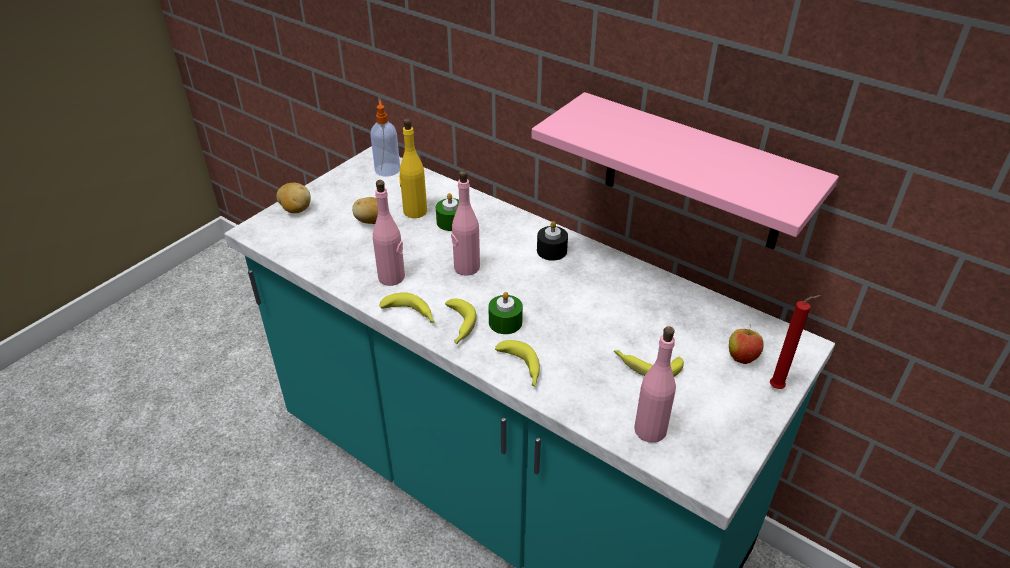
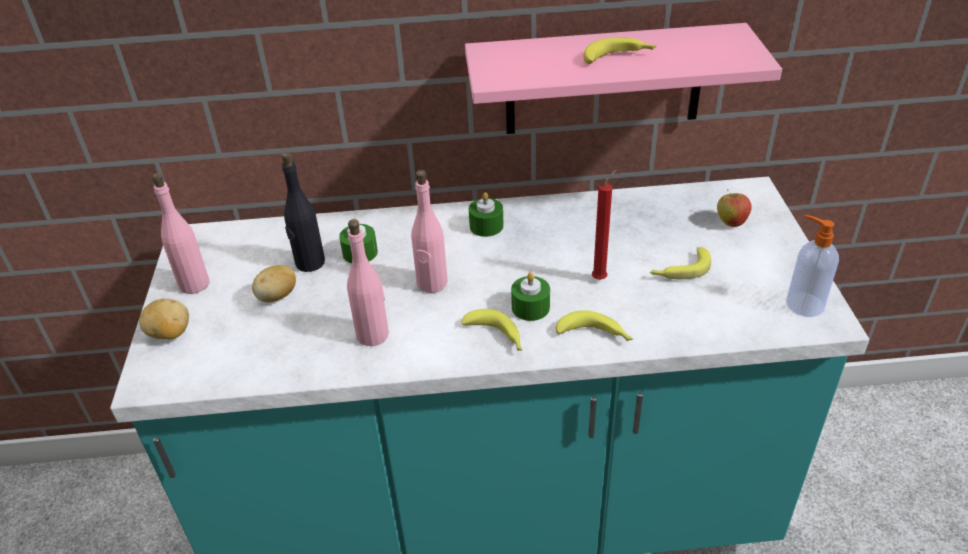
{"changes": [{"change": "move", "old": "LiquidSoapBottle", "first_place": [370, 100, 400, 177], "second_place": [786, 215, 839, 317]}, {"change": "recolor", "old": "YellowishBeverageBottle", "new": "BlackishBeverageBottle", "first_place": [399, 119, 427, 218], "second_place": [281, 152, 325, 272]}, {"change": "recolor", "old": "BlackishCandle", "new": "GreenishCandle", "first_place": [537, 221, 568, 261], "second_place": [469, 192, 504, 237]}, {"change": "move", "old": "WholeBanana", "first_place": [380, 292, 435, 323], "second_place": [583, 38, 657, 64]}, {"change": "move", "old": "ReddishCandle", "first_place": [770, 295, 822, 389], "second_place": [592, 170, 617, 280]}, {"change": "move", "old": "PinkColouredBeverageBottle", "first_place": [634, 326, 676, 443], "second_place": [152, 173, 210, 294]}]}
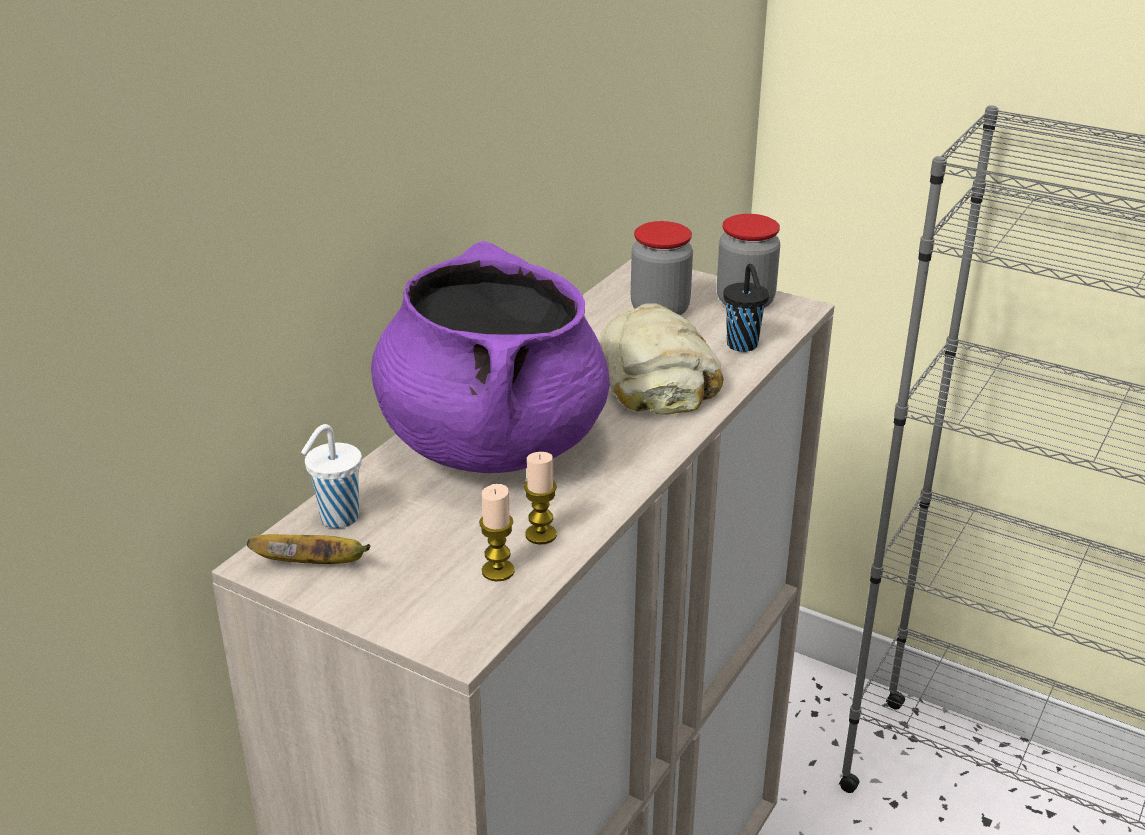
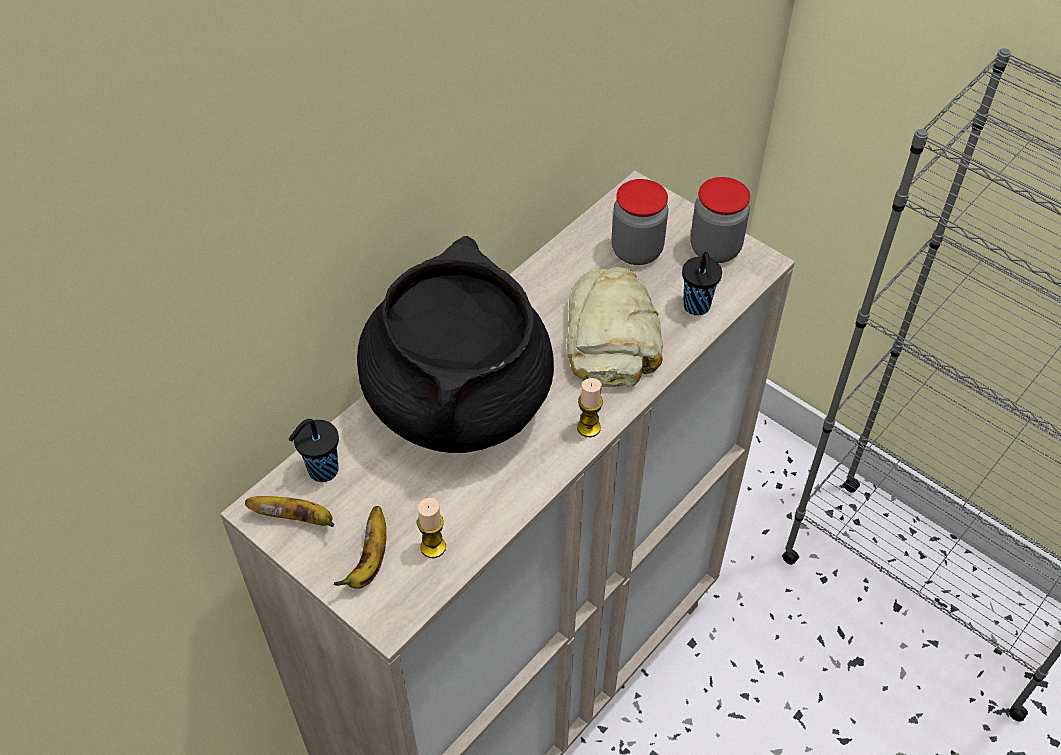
{"changes": [{"change": "recolor", "old": "PurpleColouredSaucepot", "new": "BlackishSaucepot", "first_place": [371, 241, 610, 473], "second_place": [357, 236, 554, 453]}, {"change": "recolor", "old": "WhiteDrinkingCup", "new": "BlackishDrinkingCup", "first_place": [301, 424, 362, 528], "second_place": [289, 419, 339, 482]}, {"change": "move", "old": "Candle", "first_place": [524, 452, 557, 545], "second_place": [577, 378, 603, 437]}, {"change": "insert", "new": "WholeBanana", "second_place": [333, 506, 386, 589]}]}
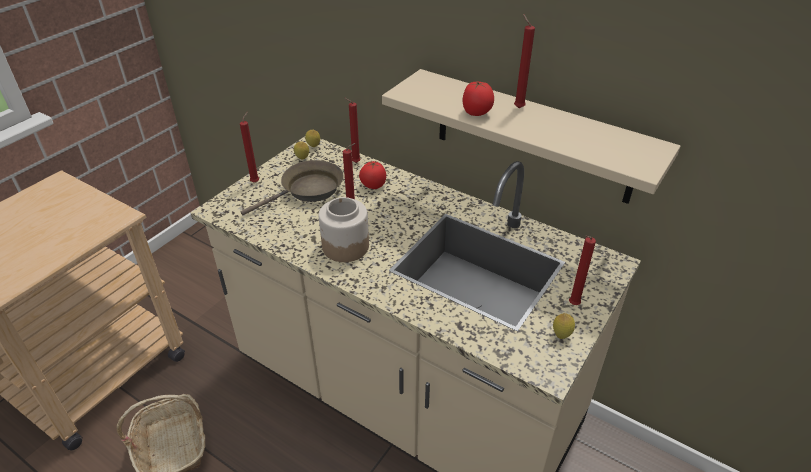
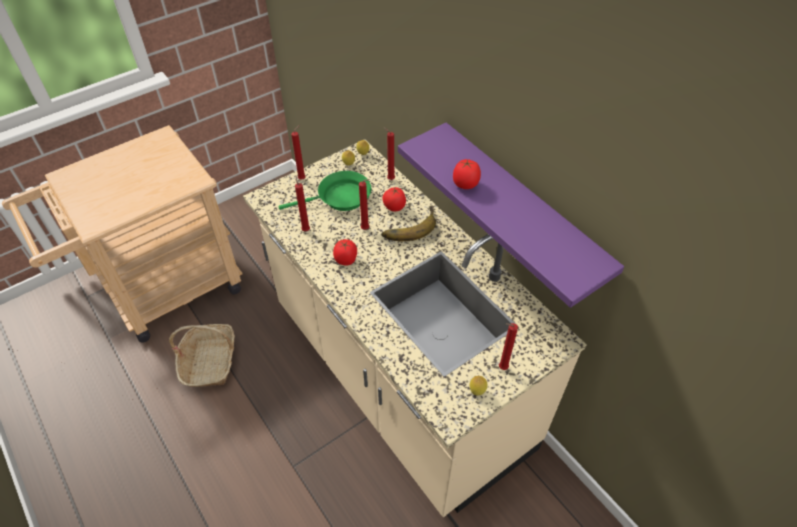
{"changes": [{"change": "move", "old": "ReddishCandle", "first_place": [514, 14, 535, 108], "second_place": [295, 175, 310, 231]}, {"change": "recolor", "old": "BeigeBracketShelf", "new": "PurpleColouredBracketShelf", "first_place": [382, 69, 681, 204], "second_place": [398, 122, 624, 308]}, {"change": "recolor", "old": "BrownishSkillet", "new": "GreenishSkillet", "first_place": [240, 160, 344, 216], "second_place": [278, 171, 371, 211]}, {"change": "replace", "old": "Jar", "new": "WholeTomato", "first_place": [319, 197, 369, 262], "second_place": [333, 239, 357, 266]}, {"change": "insert", "new": "WholeBanana", "second_place": [381, 206, 436, 241]}]}
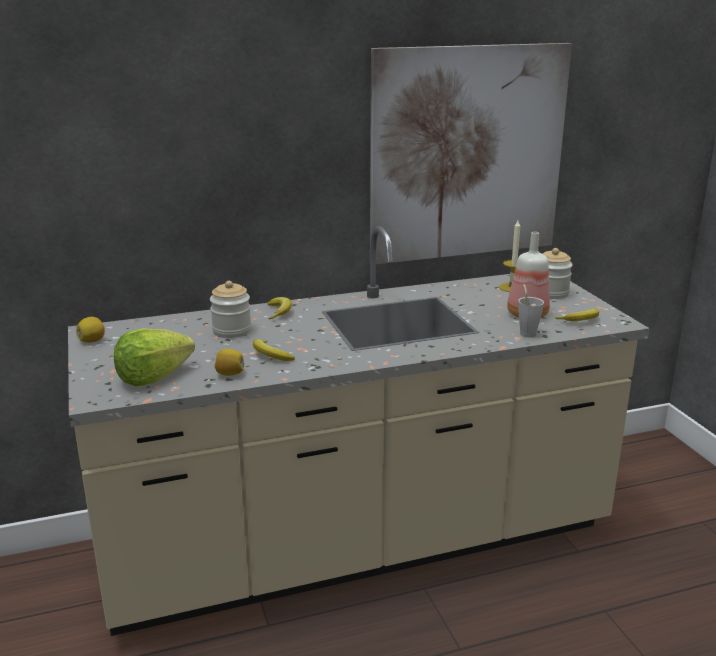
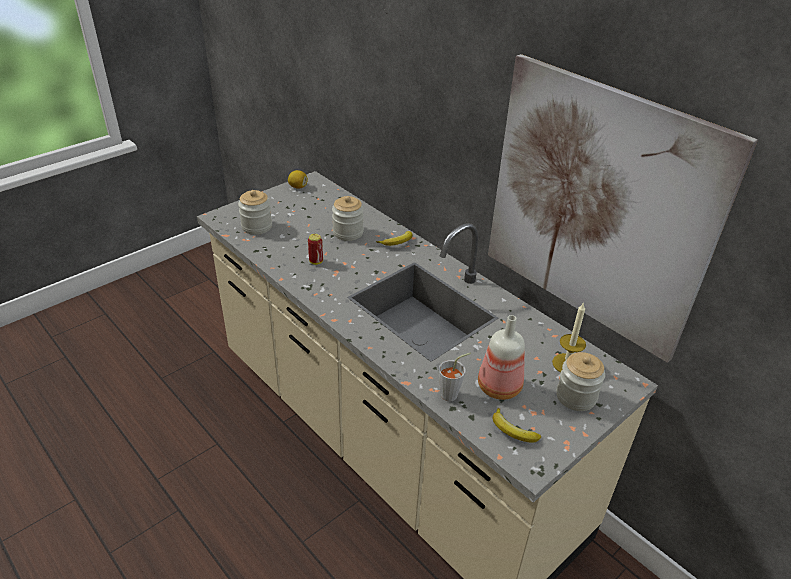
{"changes": [{"change": "replace", "old": "HeadOfLettuce", "new": "Jar", "first_place": [114, 328, 195, 386], "second_place": [238, 190, 272, 235]}, {"change": "replace", "old": "WholeBanana", "new": "SealedCan", "first_place": [253, 339, 295, 361], "second_place": [308, 234, 323, 265]}, {"change": "delete", "old": "CitrusFruit", "first_place": [215, 349, 244, 376]}]}
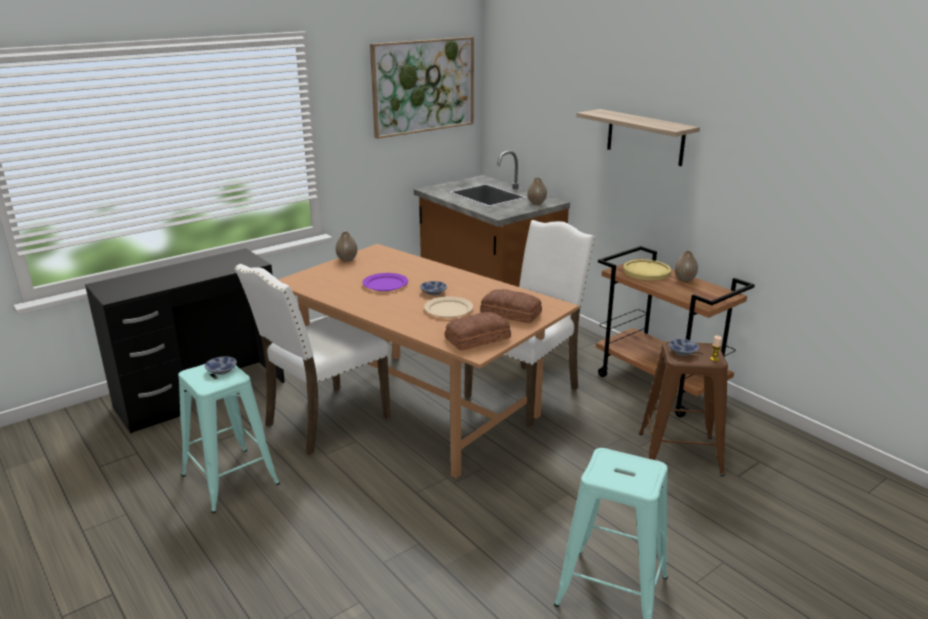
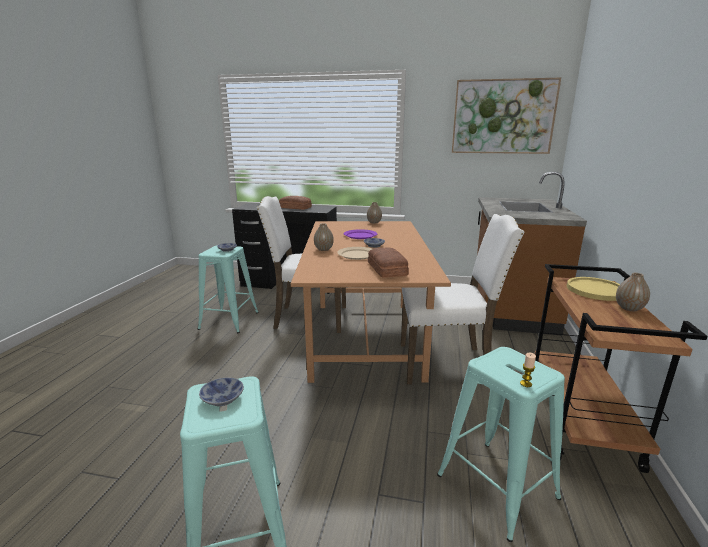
{"changes": [{"change": "delete", "old": "BracketShelf", "first_place": [576, 109, 700, 166]}, {"change": "move", "old": "Vase", "first_place": [527, 177, 547, 205], "second_place": [314, 223, 334, 251]}, {"change": "move", "old": "BakedBread", "first_place": [445, 312, 511, 351], "second_place": [279, 196, 312, 210]}, {"change": "move", "old": "Bowl", "first_place": [669, 339, 699, 356], "second_place": [199, 378, 244, 406]}, {"change": "recolor", "old": "BrownishSittingStool", "new": "TurquoiseColouredSittingStool", "first_place": [639, 341, 728, 476], "second_place": [437, 347, 565, 542]}]}
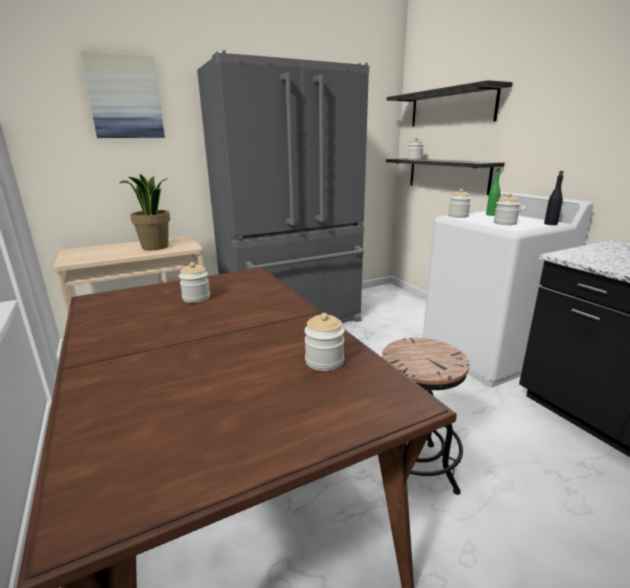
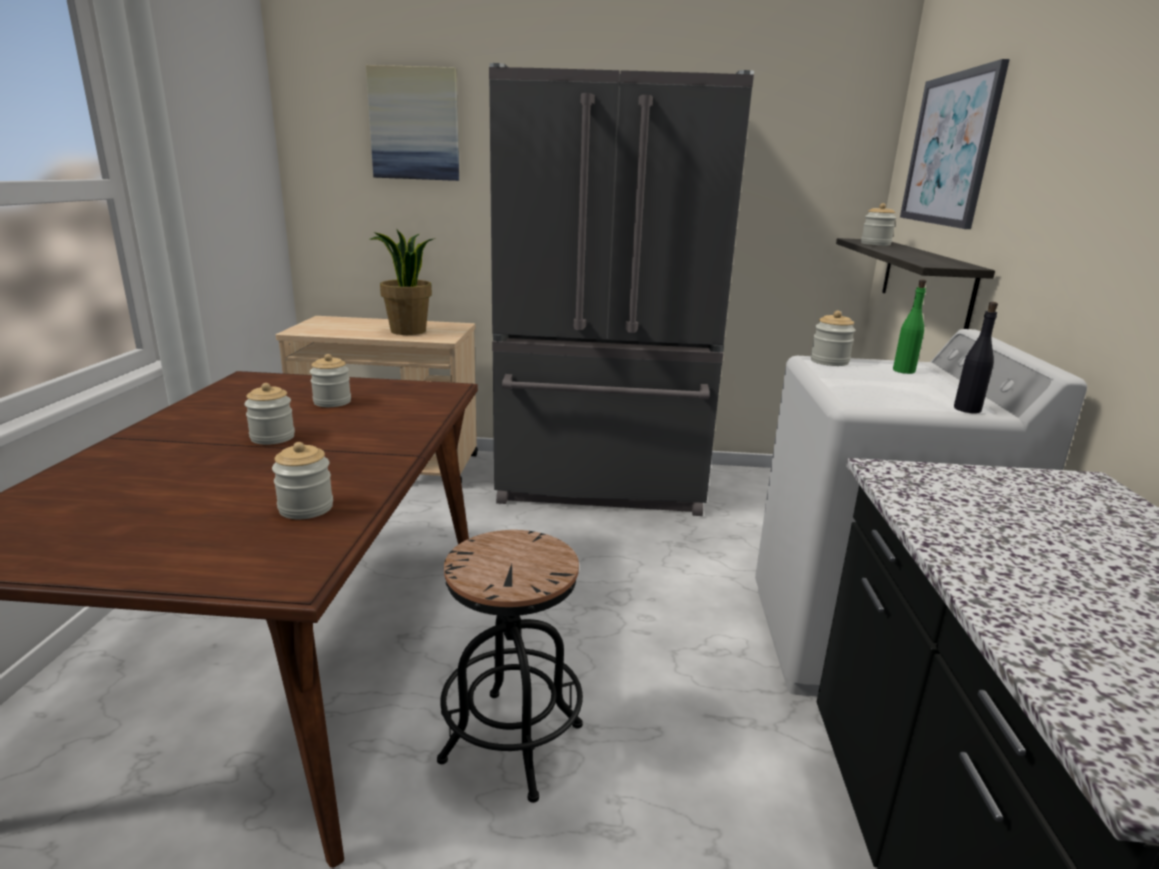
{"changes": [{"change": "replace", "old": "BracketShelf", "new": "Picture", "first_place": [387, 80, 513, 126], "second_place": [900, 59, 1010, 229]}, {"change": "move", "old": "Jar", "first_place": [494, 193, 520, 225], "second_place": [244, 383, 295, 445]}]}
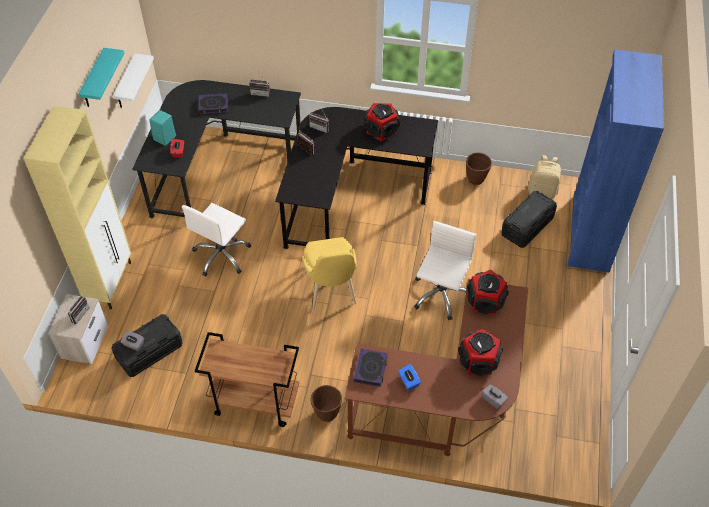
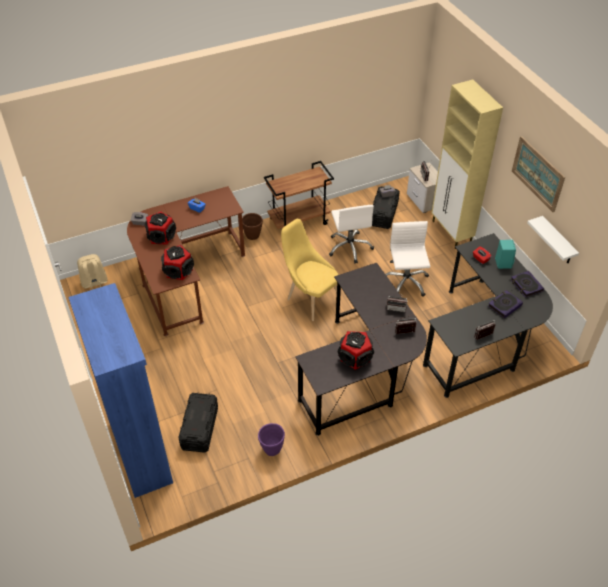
{"changes": [{"change": "replace", "old": "TurquoiseColouredBracketShelf", "new": "Picture", "first_place": [78, 48, 124, 107], "second_place": [512, 136, 565, 212]}, {"change": "recolor", "old": "BrownishPlantPot", "new": "PurpleColouredPlantPot", "first_place": [466, 152, 492, 185], "second_place": [258, 423, 285, 456]}, {"change": "move", "old": "BeigeRucksack", "first_place": [528, 155, 561, 199], "second_place": [77, 254, 108, 290]}, {"change": "move", "old": "WhiteComputerChair", "first_place": [414, 221, 476, 320], "second_place": [329, 205, 374, 264]}, {"change": "move", "old": "Volume", "first_place": [354, 349, 388, 387], "second_place": [510, 271, 544, 298]}]}
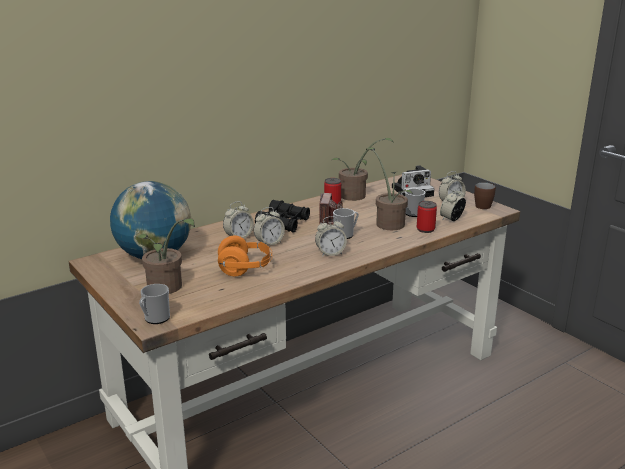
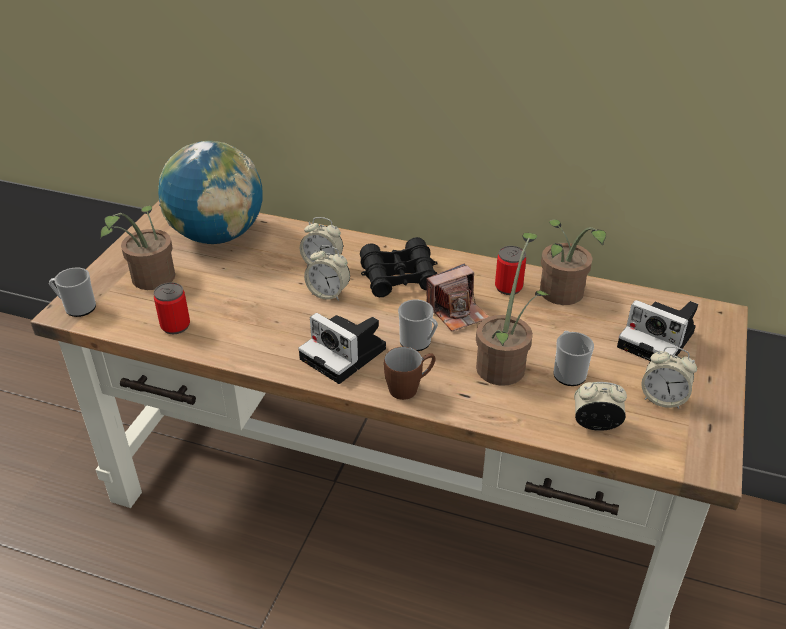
{"changes": [{"change": "move", "old": "BrownishMug", "first_place": [474, 183, 496, 209], "second_place": [384, 347, 436, 400]}, {"change": "move", "old": "SealedCan", "first_place": [417, 201, 437, 233], "second_place": [154, 282, 190, 334]}, {"change": "replace", "old": "BedsideClock", "new": "StillCamera", "first_place": [315, 216, 347, 257], "second_place": [298, 313, 386, 384]}, {"change": "delete", "old": "OrangeHeadset", "first_place": [218, 235, 272, 276]}]}
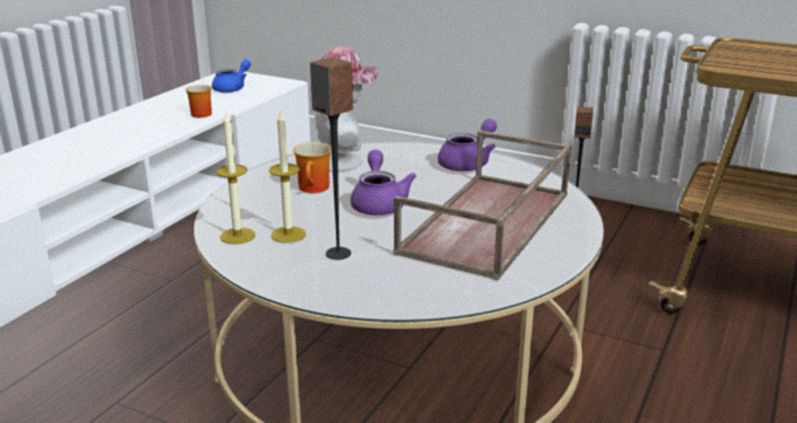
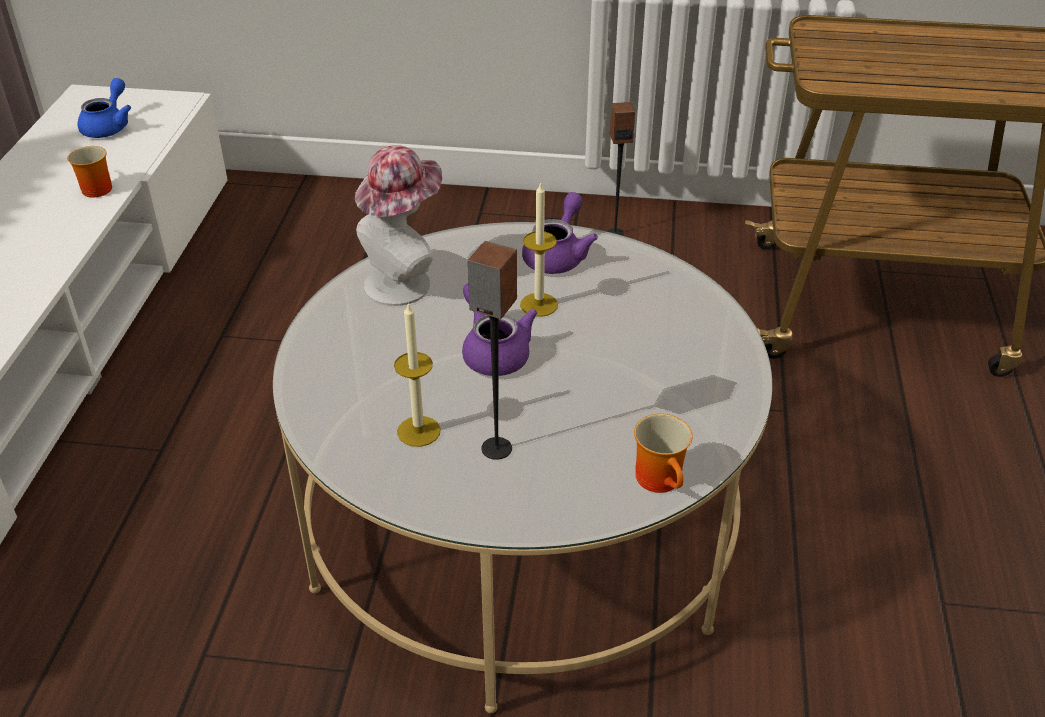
{"changes": [{"change": "move", "old": "Candle", "first_place": [216, 113, 256, 244], "second_place": [520, 182, 558, 317]}, {"change": "delete", "old": "BrownishServingTray", "first_place": [393, 130, 572, 280]}, {"change": "move", "old": "Mug", "first_place": [293, 142, 332, 193], "second_place": [634, 414, 693, 493]}]}
